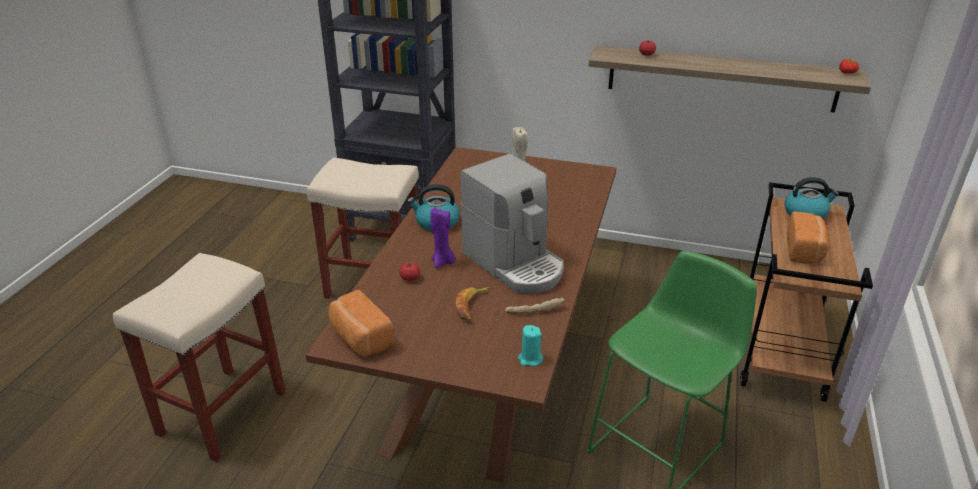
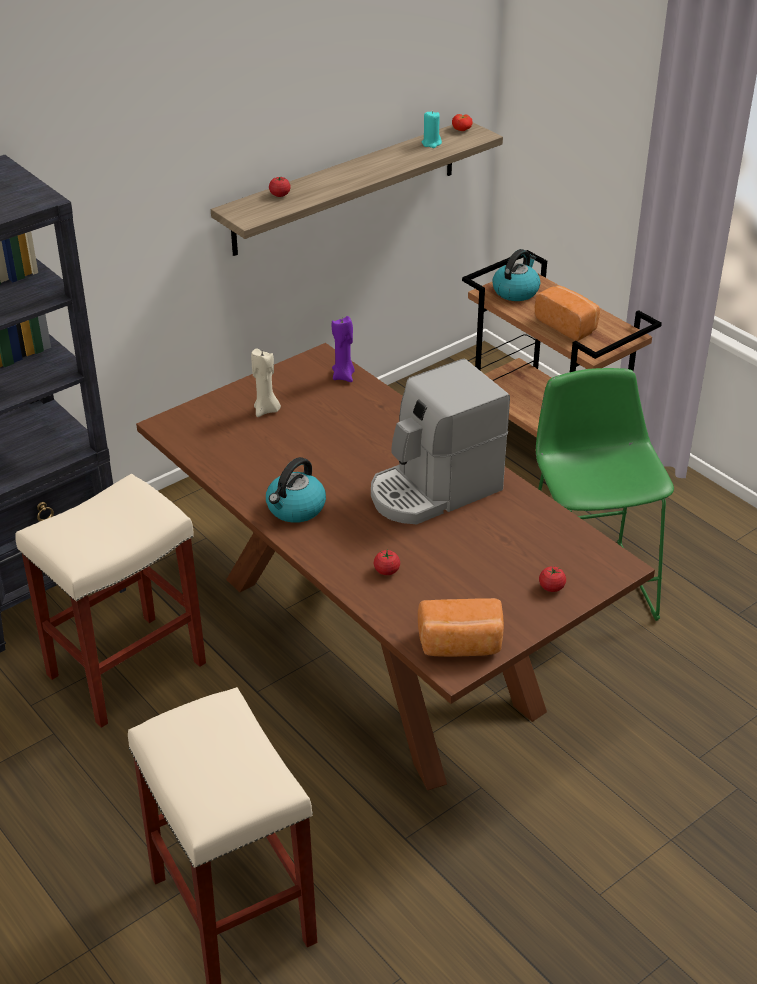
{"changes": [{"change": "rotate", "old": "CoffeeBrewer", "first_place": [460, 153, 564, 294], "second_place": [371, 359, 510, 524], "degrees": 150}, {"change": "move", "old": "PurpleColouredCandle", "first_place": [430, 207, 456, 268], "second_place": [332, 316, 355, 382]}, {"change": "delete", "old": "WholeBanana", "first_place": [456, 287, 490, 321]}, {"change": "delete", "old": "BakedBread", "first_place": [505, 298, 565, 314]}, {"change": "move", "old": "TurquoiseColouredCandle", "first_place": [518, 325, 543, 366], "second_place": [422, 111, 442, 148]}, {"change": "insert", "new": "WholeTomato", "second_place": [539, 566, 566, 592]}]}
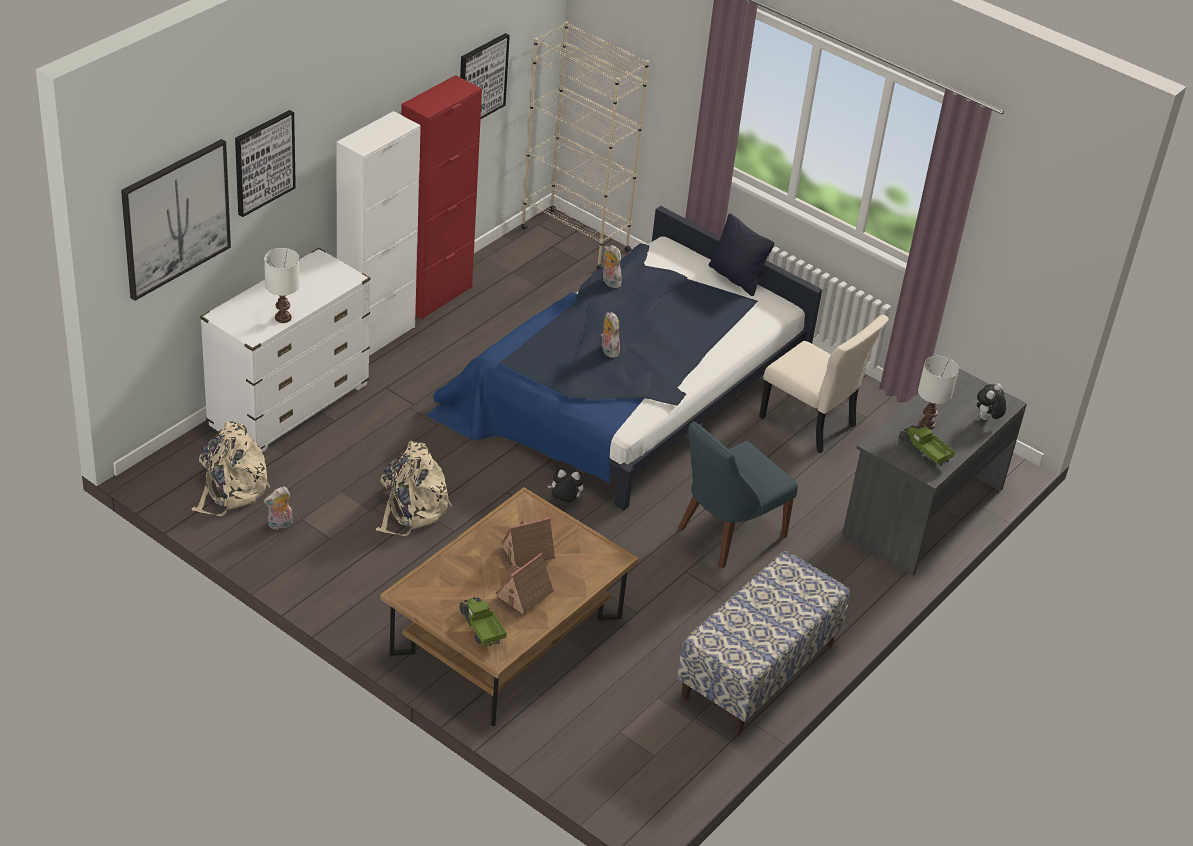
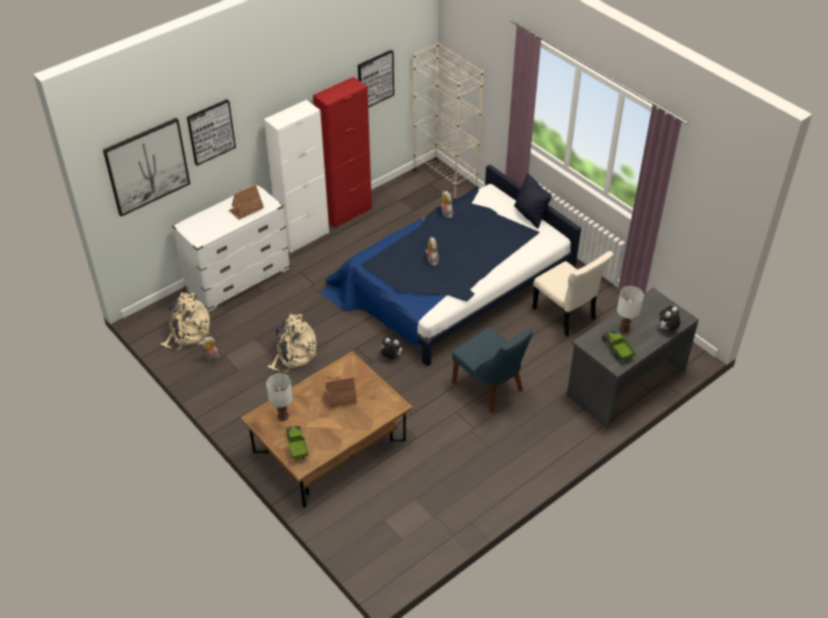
{"changes": [{"change": "move", "old": "WhiteTableLamp", "first_place": [264, 248, 300, 323], "second_place": [266, 373, 293, 421]}, {"change": "rotate", "old": "BluishPlainChair", "first_place": [678, 421, 798, 568], "second_place": [452, 327, 533, 413], "degrees": -105}, {"change": "delete", "old": "LongSeat", "first_place": [677, 551, 850, 734]}, {"change": "move", "old": "ToyHouse", "first_place": [492, 553, 554, 619], "second_place": [229, 184, 264, 220]}]}
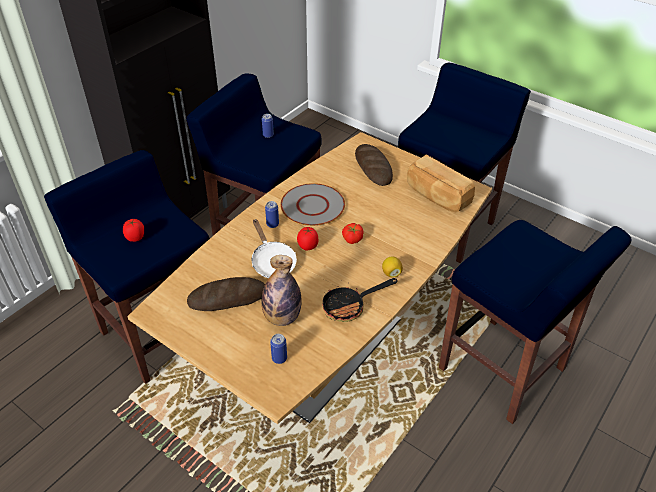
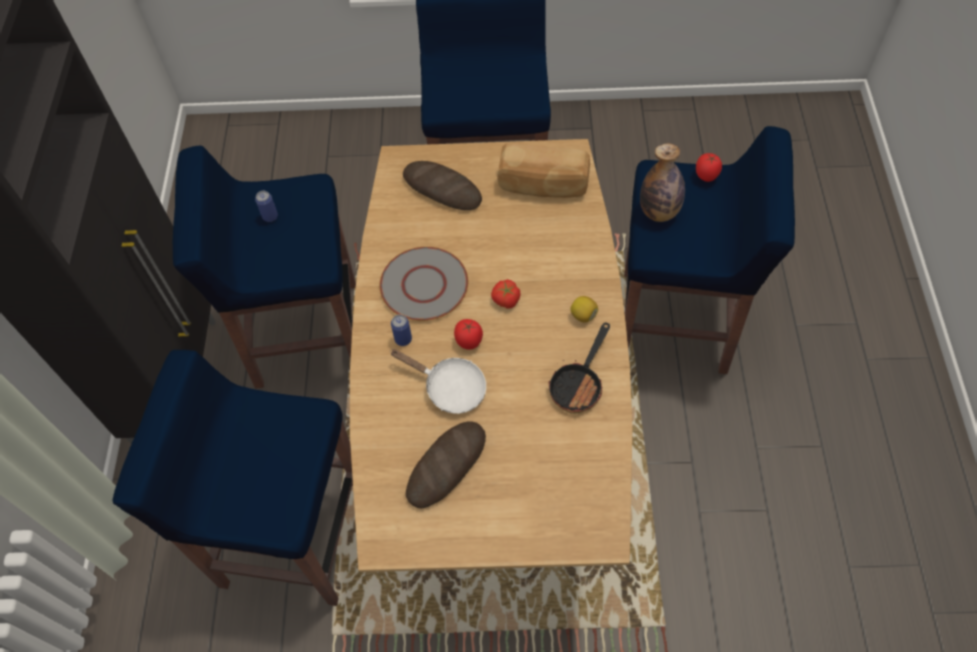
{"changes": [{"change": "move", "old": "WholeTomato", "first_place": [123, 219, 144, 242], "second_place": [696, 153, 722, 182]}, {"change": "move", "old": "BeverageBottle", "first_place": [261, 255, 302, 326], "second_place": [640, 144, 685, 222]}, {"change": "delete", "old": "SealedCan", "first_place": [270, 334, 287, 364]}]}
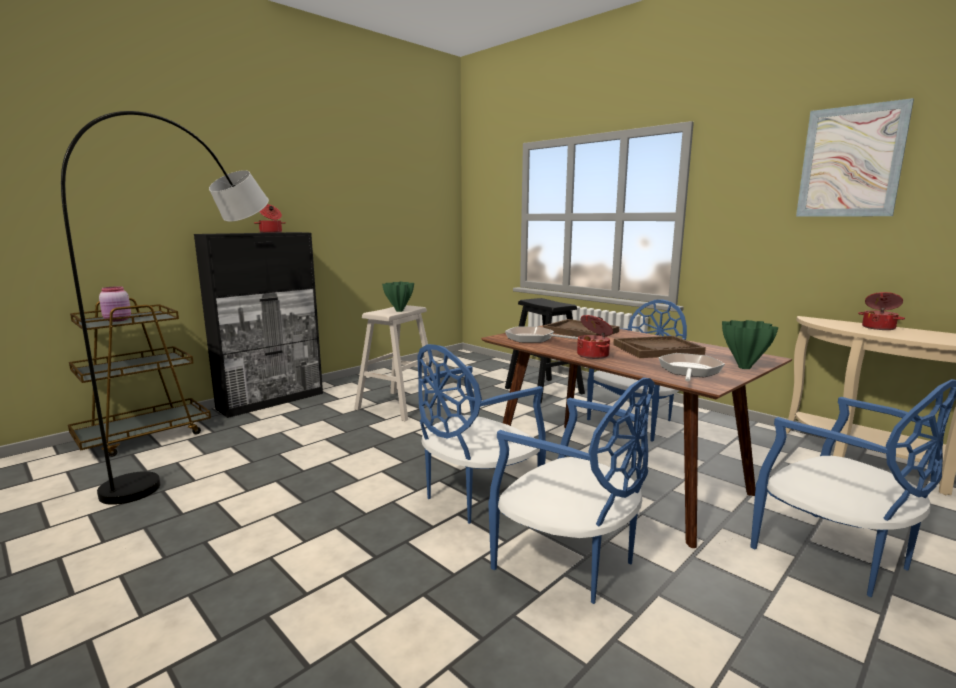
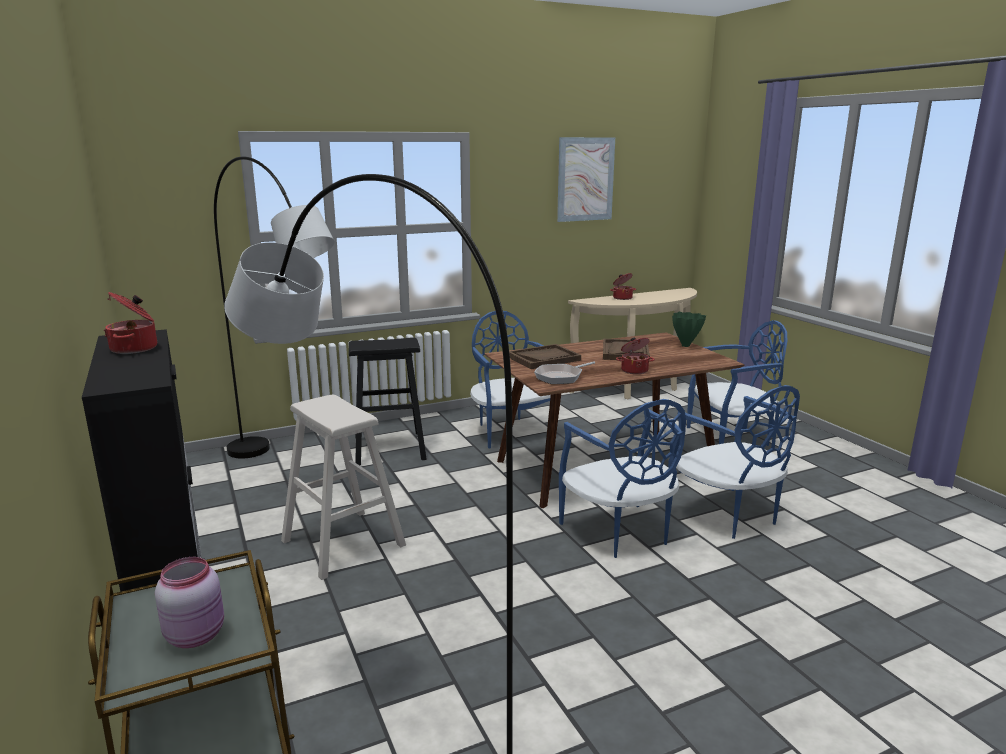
{"changes": [{"change": "delete", "old": "GreenishVase", "first_place": [382, 281, 414, 312]}, {"change": "delete", "old": "Skillet", "first_place": [658, 353, 725, 381]}, {"change": "rotate", "old": "BluishPlainChair", "first_place": [488, 378, 655, 604], "second_place": [668, 385, 800, 539], "degrees": 90}, {"change": "insert", "new": "GreyFloorLamp", "second_place": [214, 157, 335, 458]}]}
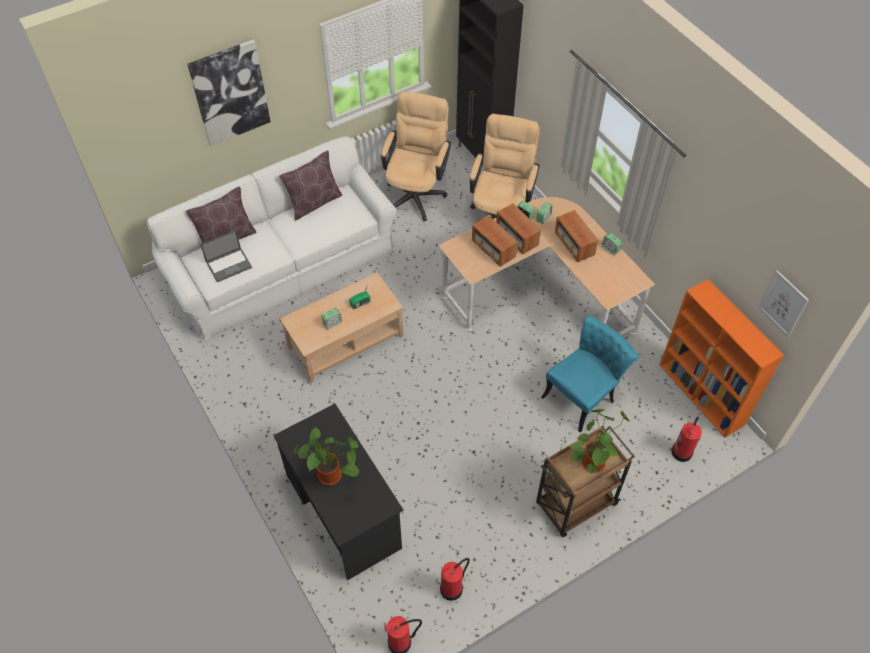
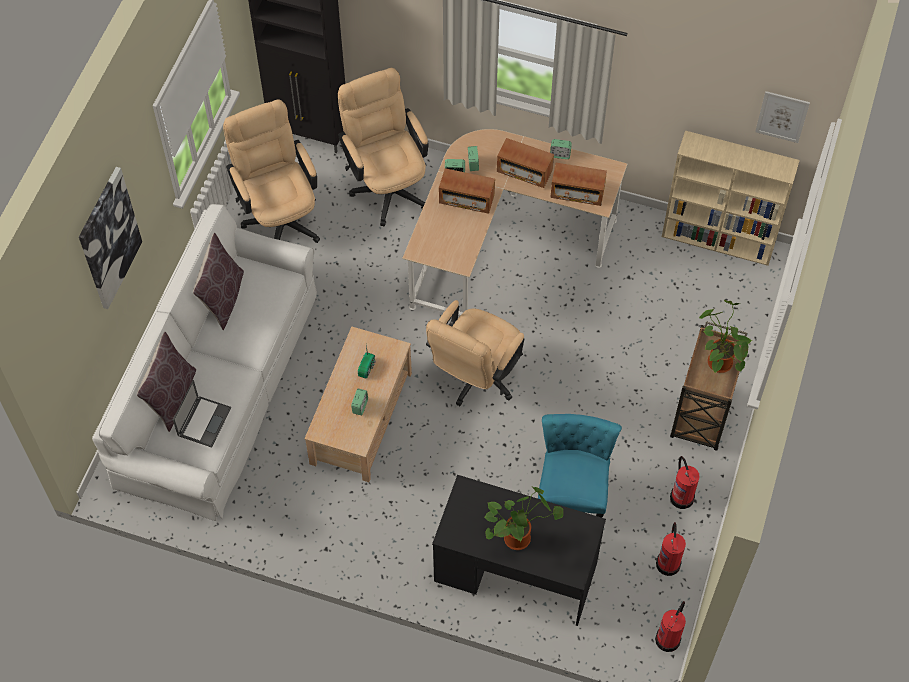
{"changes": [{"change": "move", "old": "RadioSet", "first_place": [472, 215, 518, 267], "second_place": [550, 163, 607, 206]}, {"change": "recolor", "old": "OrangeShelvingUnit", "new": "BeigeShelvingUnit", "first_place": [660, 279, 784, 438], "second_place": [662, 131, 800, 266]}, {"change": "move", "old": "TurquoiseColouredPlainChair", "first_place": [541, 316, 639, 433], "second_place": [538, 414, 622, 518]}, {"change": "move", "old": "FireExtinguisher", "first_place": [671, 416, 702, 462], "second_place": [670, 456, 700, 509]}, {"change": "insert", "new": "BeigeComputerChair", "second_place": [426, 300, 525, 406]}]}
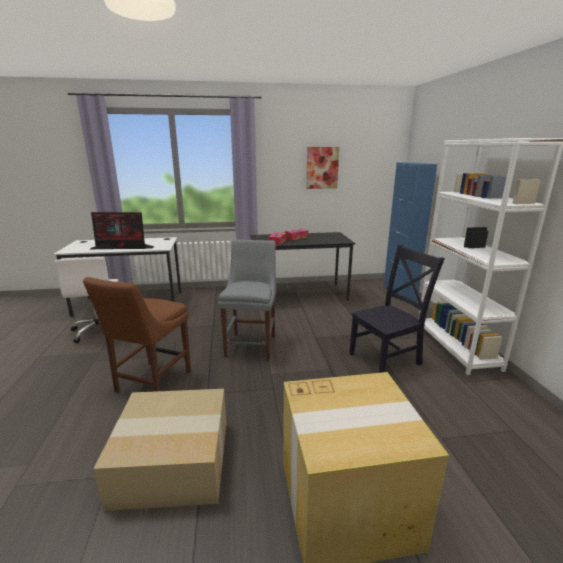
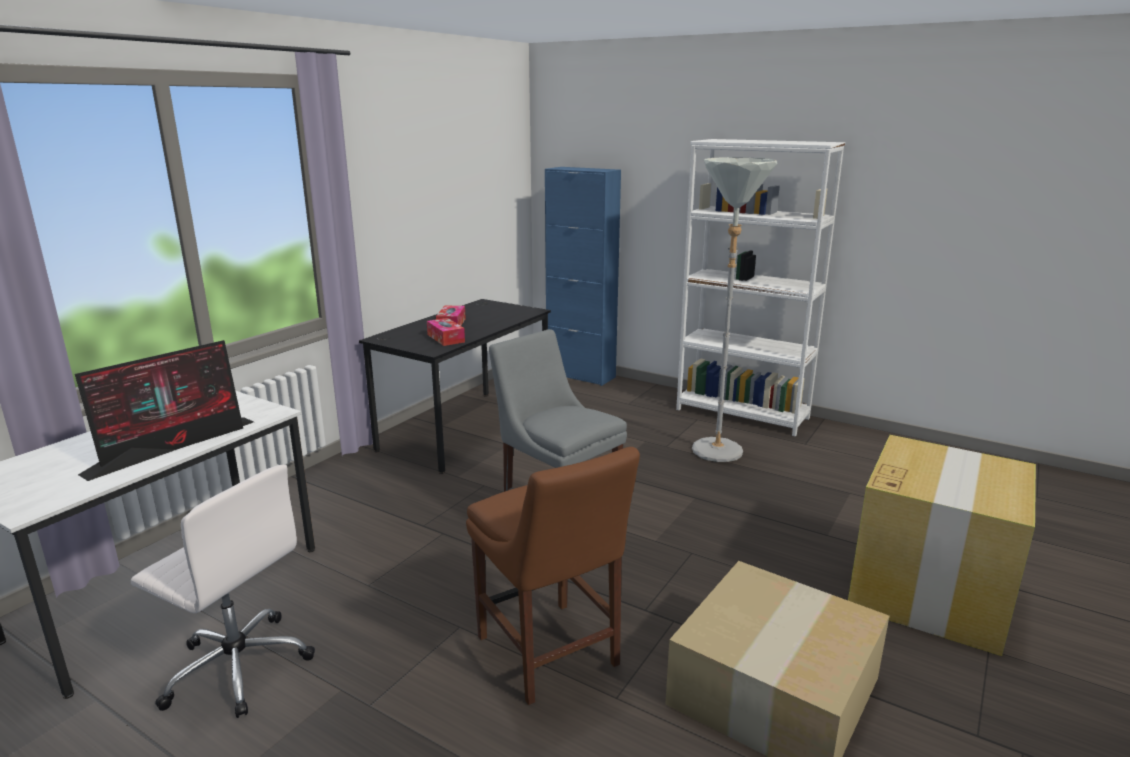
{"changes": [{"change": "delete", "old": "Picture", "first_place": [306, 147, 339, 189]}, {"change": "replace", "old": "BlackishPlainChair", "new": "GreyFloorLamp", "first_place": [349, 244, 445, 373], "second_place": [692, 157, 777, 462]}]}
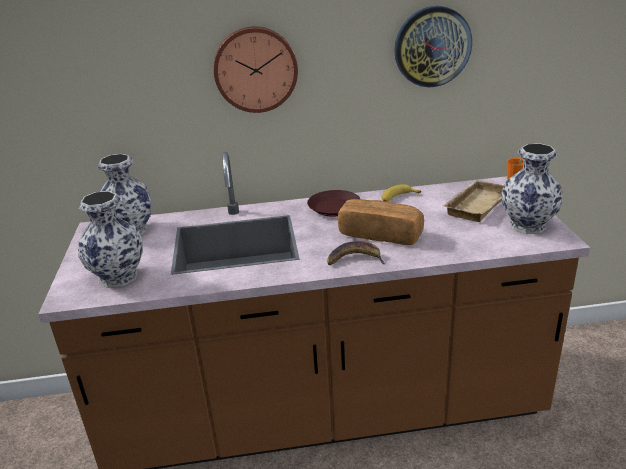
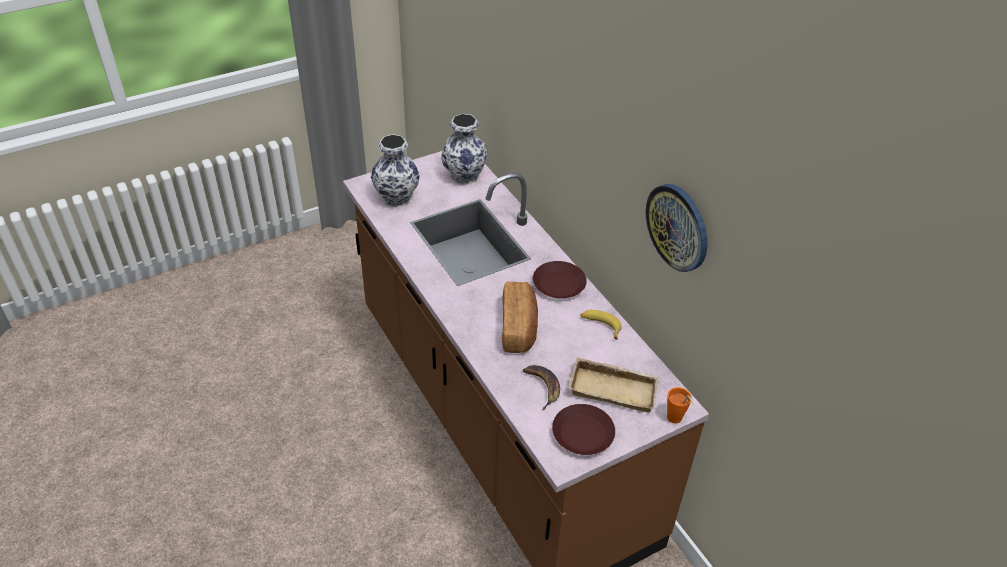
{"changes": [{"change": "delete", "old": "WallClock", "first_place": [214, 26, 298, 113]}, {"change": "replace", "old": "Vase", "new": "BrownishPlate", "first_place": [501, 143, 563, 234], "second_place": [552, 404, 615, 455]}, {"change": "move", "old": "WholeBanana", "first_place": [327, 241, 385, 265], "second_place": [523, 365, 560, 411]}]}
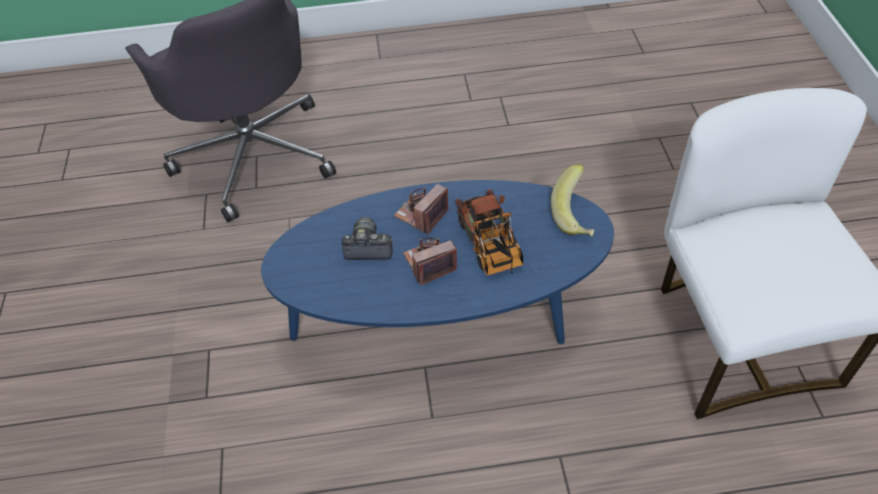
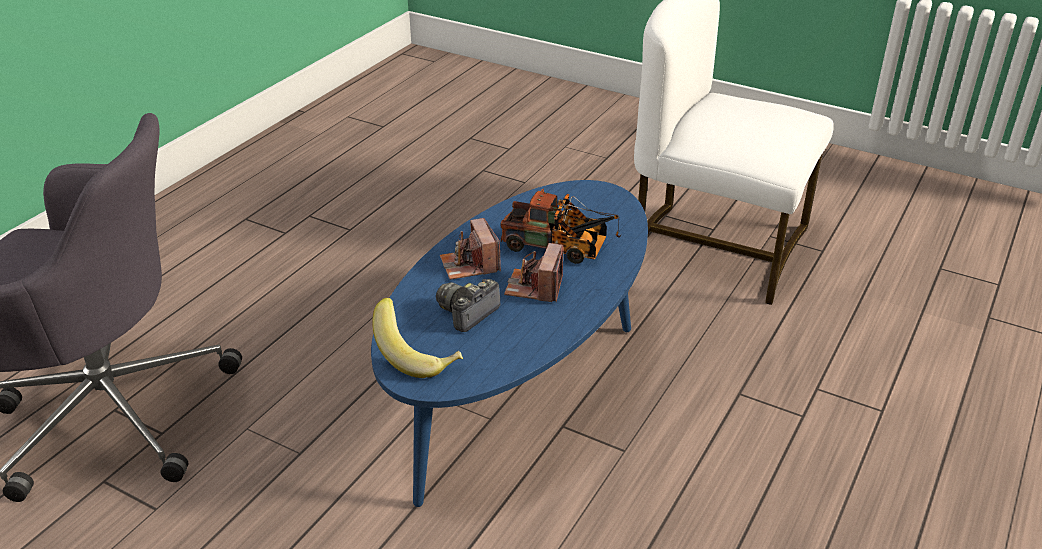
{"changes": [{"change": "move", "old": "WholeBanana", "first_place": [551, 164, 594, 236], "second_place": [373, 298, 463, 378]}]}
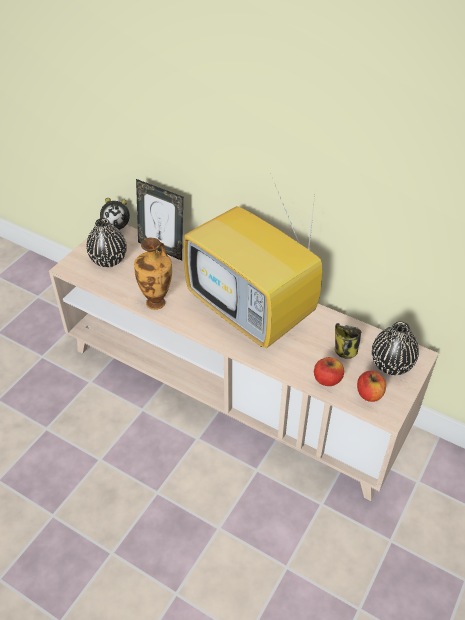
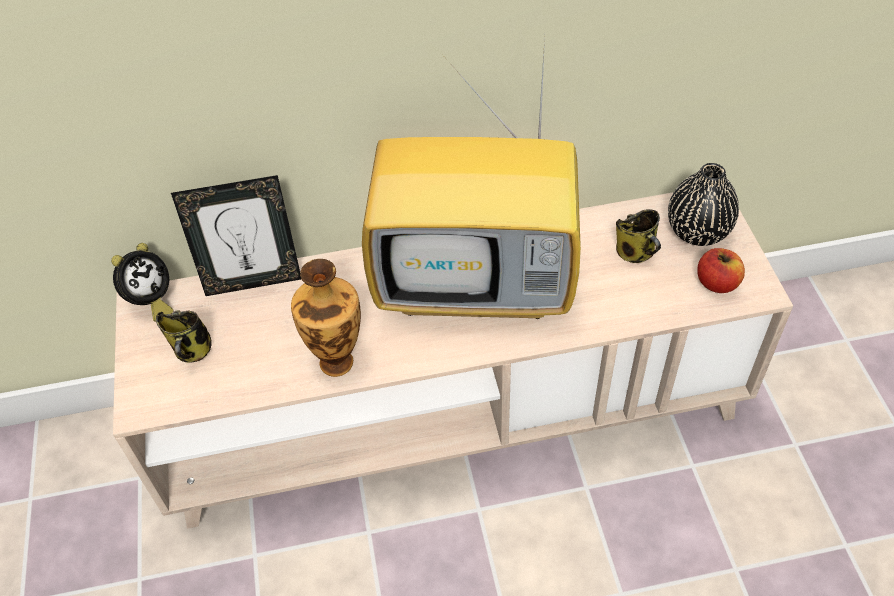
{"changes": [{"change": "replace", "old": "BlackishVase", "new": "Mug", "first_place": [86, 218, 127, 267], "second_place": [156, 310, 212, 363]}, {"change": "delete", "old": "AppleFruit", "first_place": [314, 357, 344, 386]}]}
